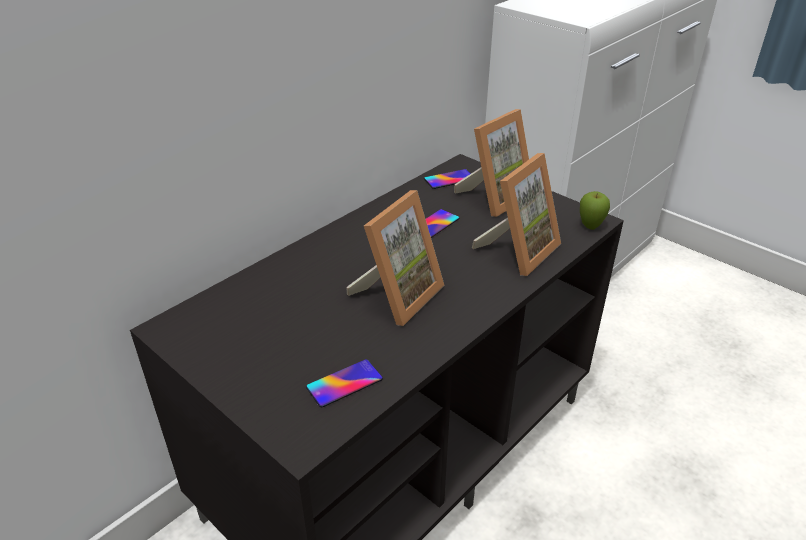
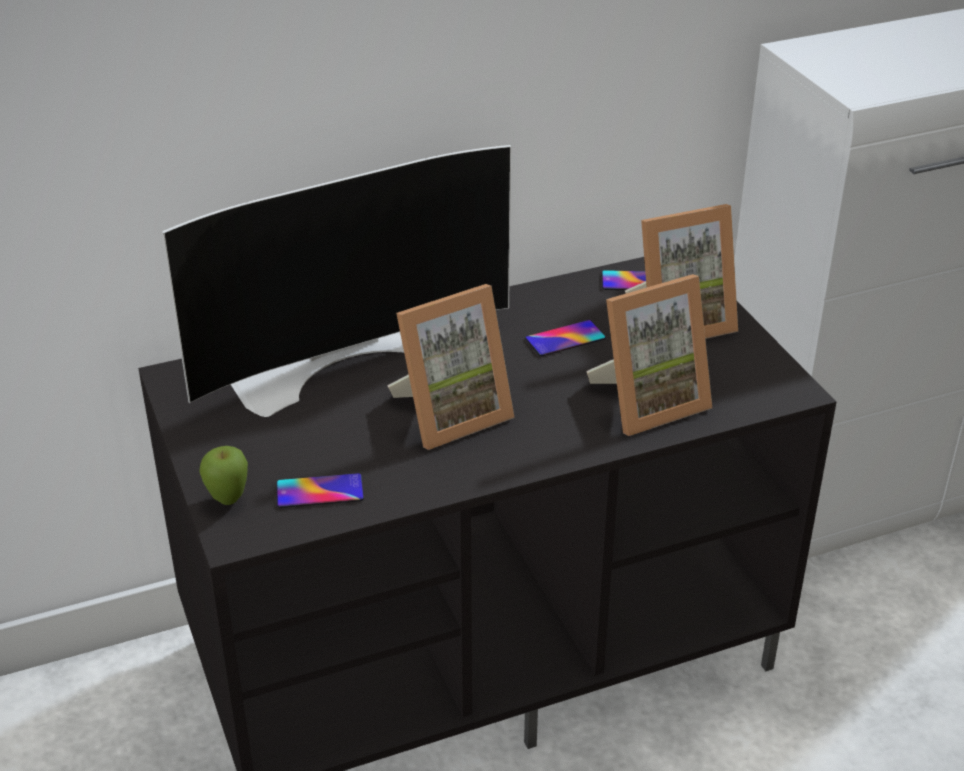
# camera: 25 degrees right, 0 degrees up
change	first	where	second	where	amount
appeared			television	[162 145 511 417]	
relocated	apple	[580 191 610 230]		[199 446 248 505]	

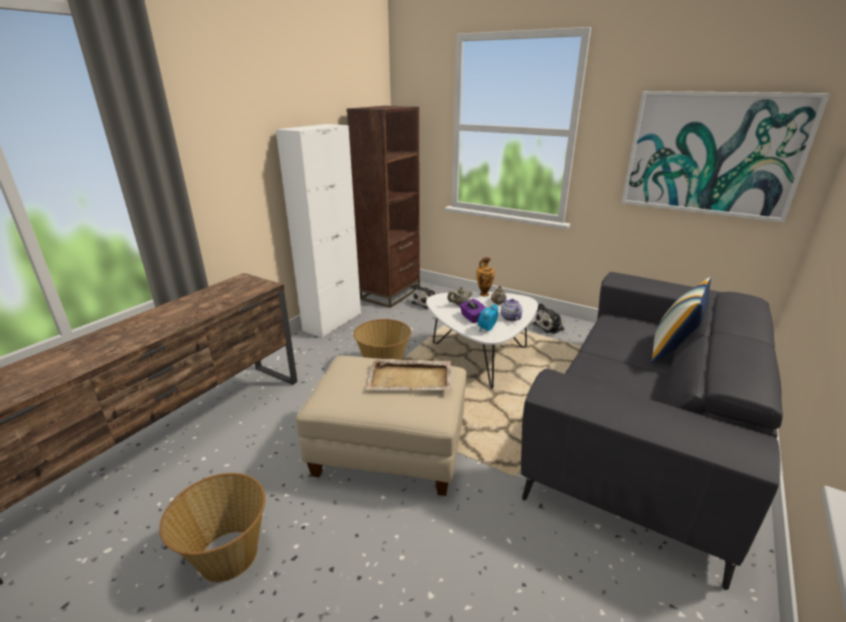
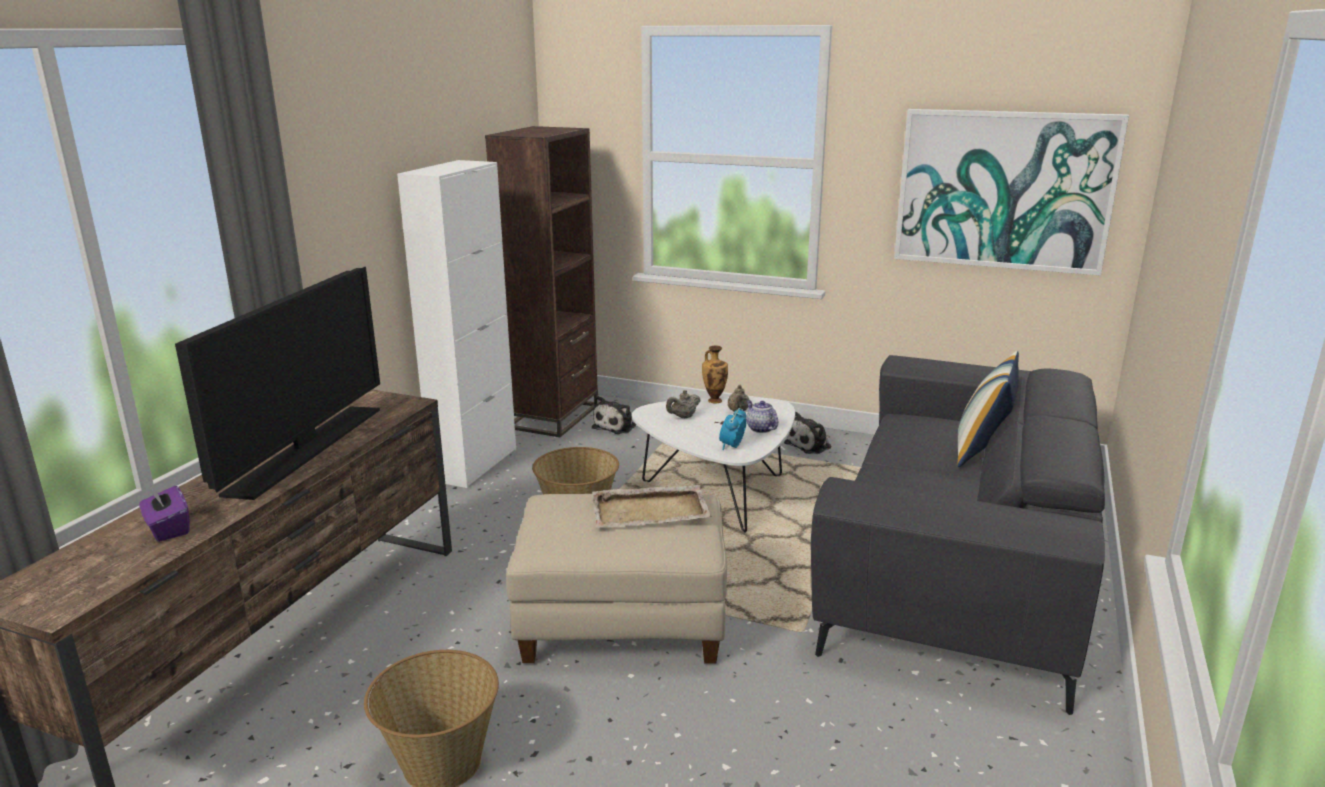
# camera: 10 degrees left, 5 degrees down
change	first	where	second	where	amount
relocated	purple tissue box	[460 299 486 323]		[139 485 190 542]	
appeared			television	[175 267 380 500]	

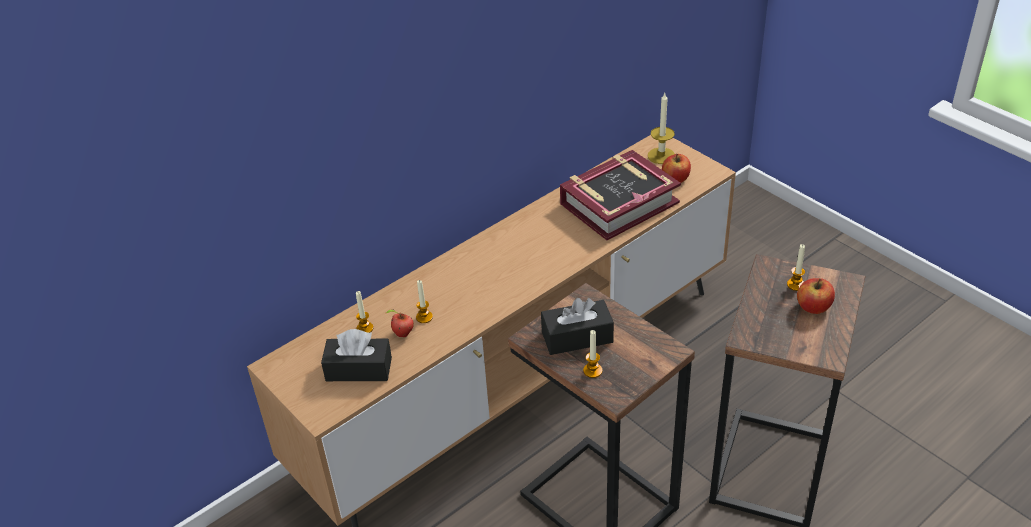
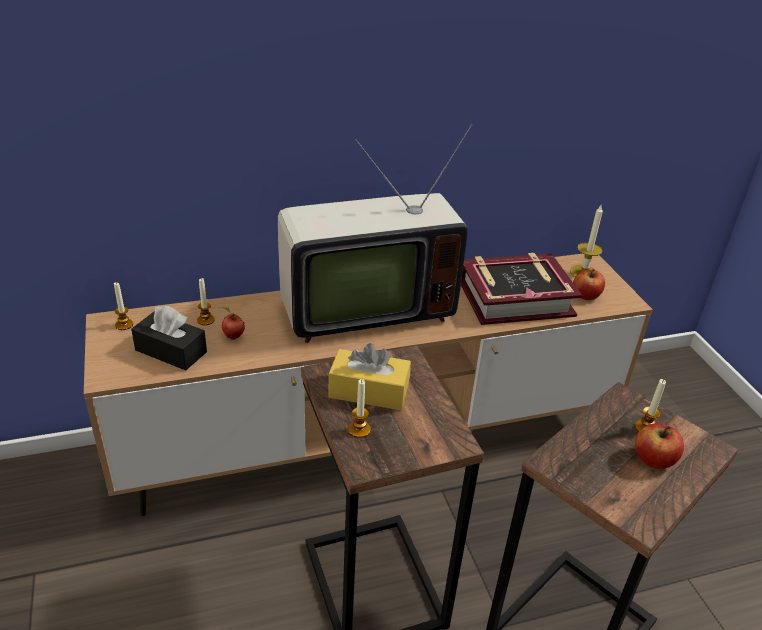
# camera: 20 degrees right, 5 degrees down
change	first	where	second	where	amount
relocated	candle	[416 280 433 323]		[114 282 133 330]	
appeared			television	[278 124 472 343]	
colour	black tissue box	[541 298 614 355]	yellow tissue box	[329 343 411 410]	

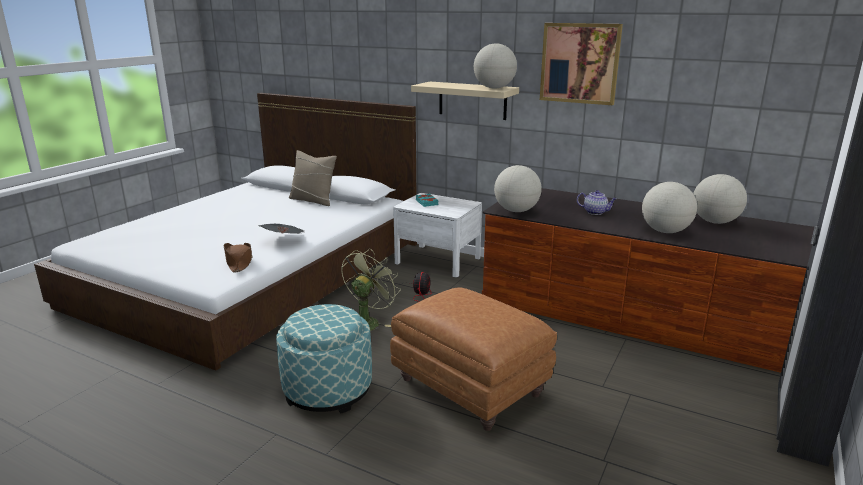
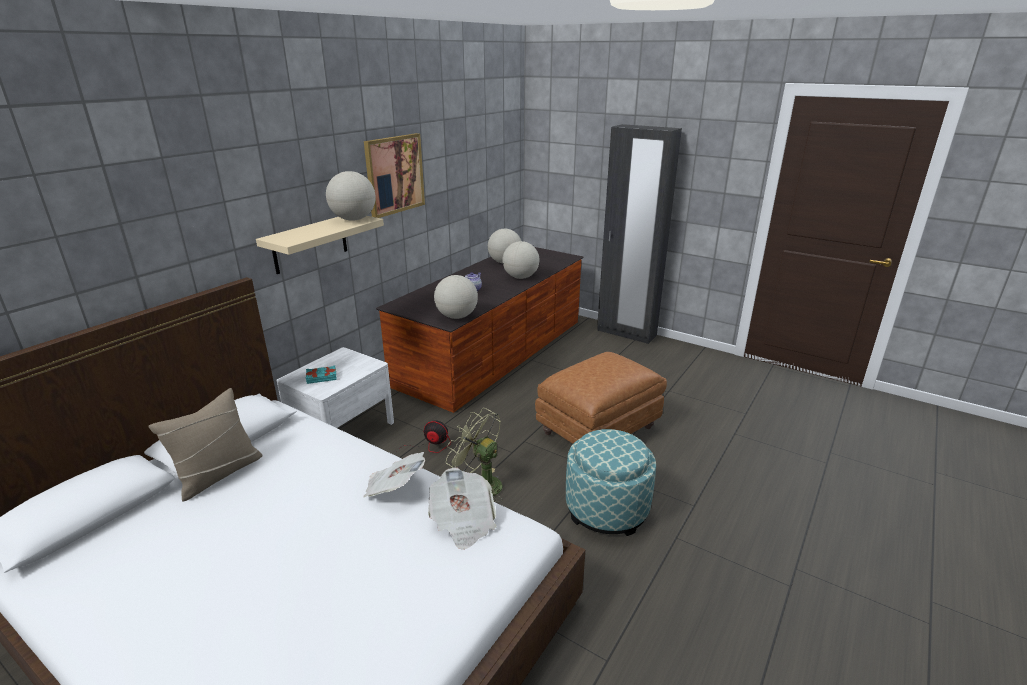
# camera: 85 degrees left, 5 degrees up
change	first	where	second	where	amount
exchanged	brown hat	[224 243 253 273]	newspaper	[428 467 496 550]	

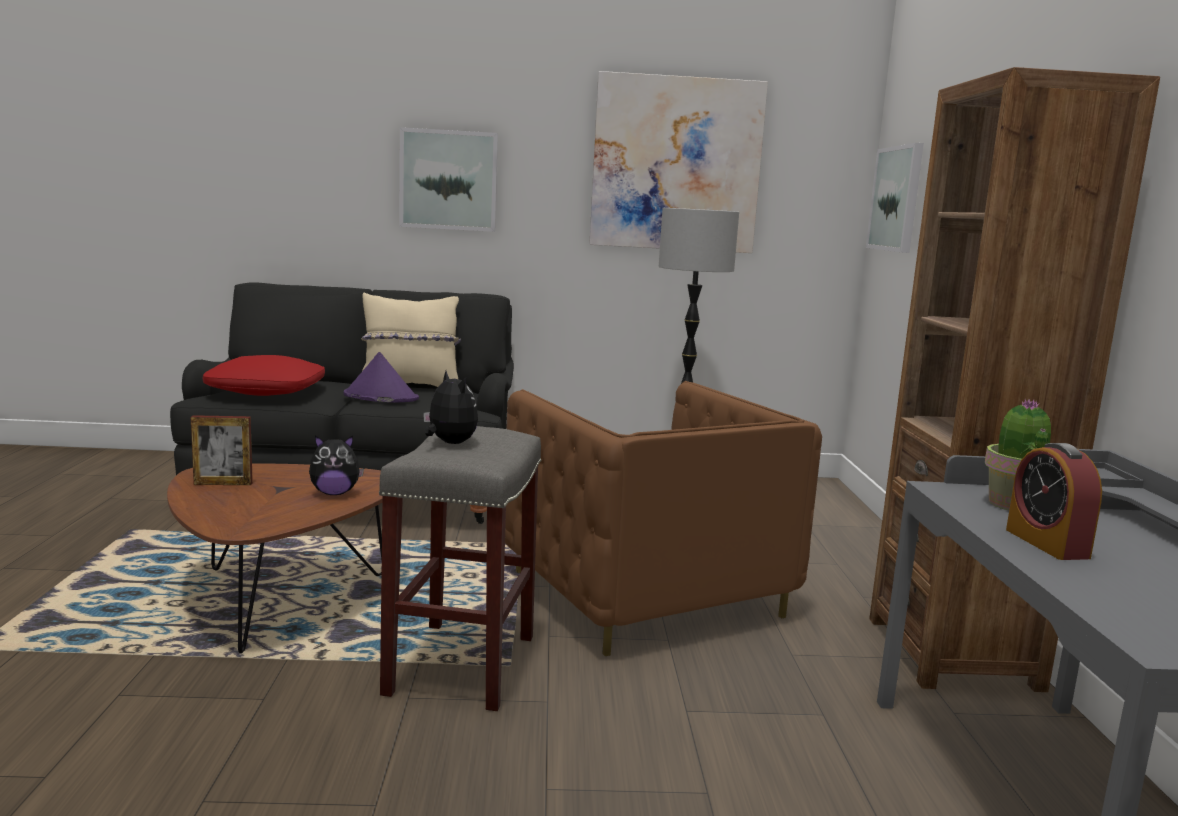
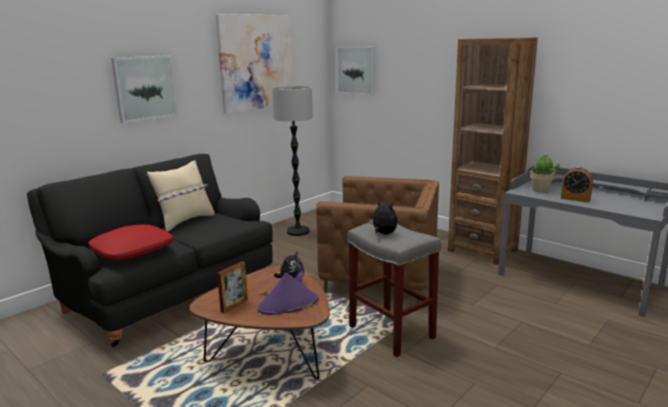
# camera: 45 degrees left, 5 degrees up
change	first	where	second	where	amount
relocated	purple hat	[344 352 419 403]		[258 272 319 315]	
spun	plush toy	[423 371 478 444]		[369 199 398 235]	45 degrees clockwise

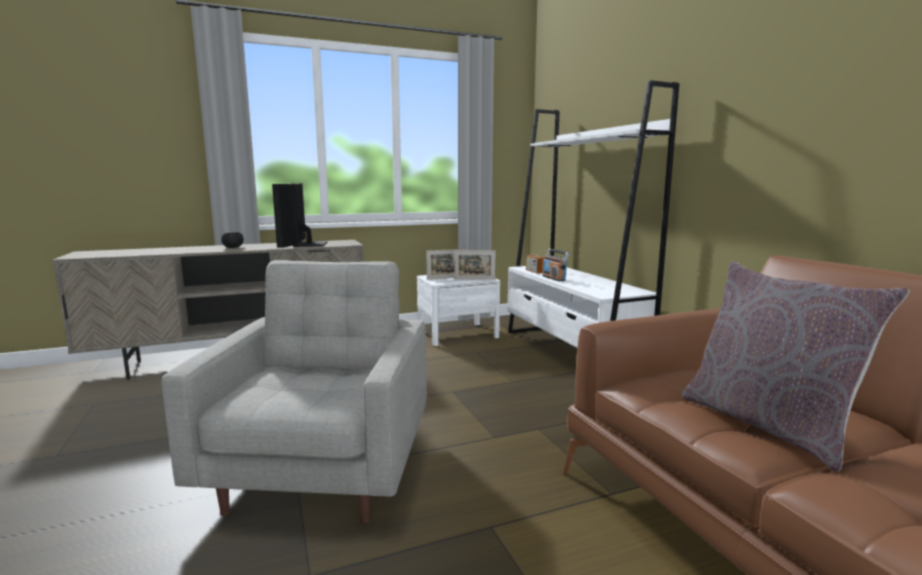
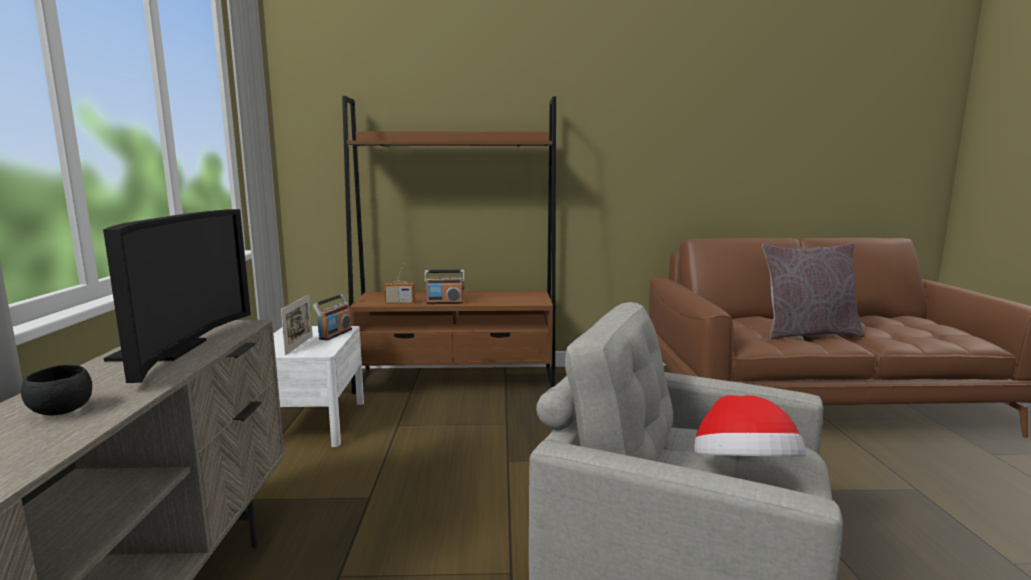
# camera: 70 degrees left, 0 degrees up
change	first	where	second	where	amount
spun	television	[272 183 327 248]		[103 209 251 383]	105 degrees counterclockwise
exchanged	picture frame	[454 251 496 280]	radio	[313 294 352 340]	
colour	white bookcase	[508 80 679 348]	brown bookcase	[342 96 556 394]	
appeared			hat	[694 395 806 456]	

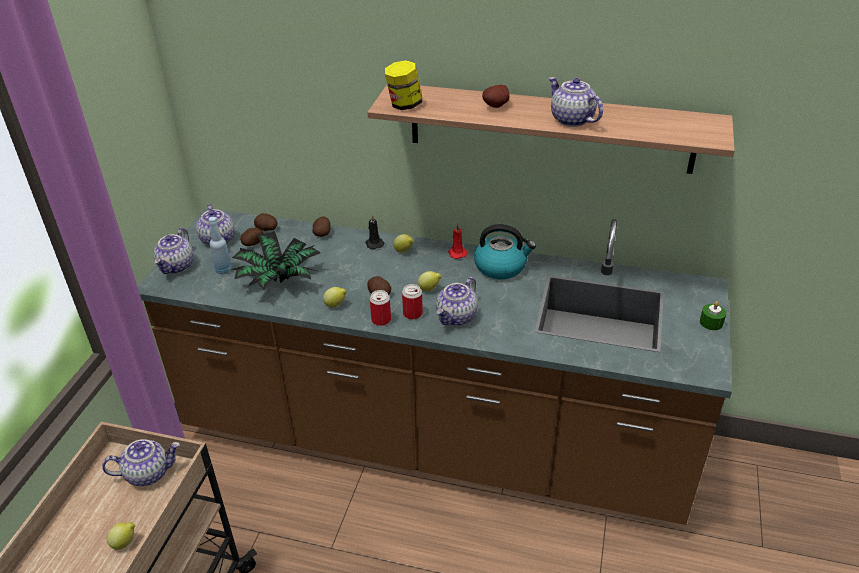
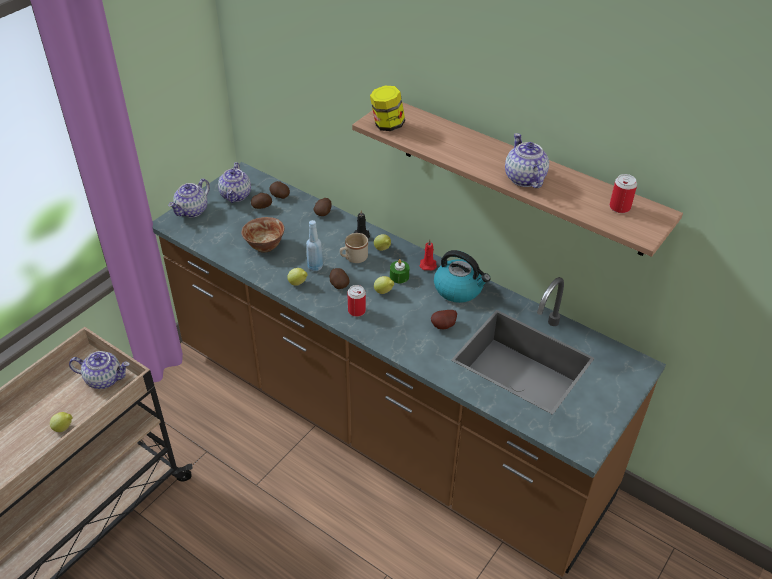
# camera: 20 degrees right, 5 degrees up
change	first	where	second	where	amount
exchanged	potted plant	[230 231 321 290]	bowl	[242 217 284 253]	
relocated	blue bottle	[208 217 232 274]		[306 220 323 271]	
appeared			beige mug	[340 233 368 263]	
relocated	green candle	[700 301 726 330]		[390 259 409 283]	
relocated	potato	[482 85 510 108]		[431 310 457 329]	
relocated	can	[370 290 391 326]		[609 174 637 213]	
missing	teapot	[436 277 478 326]			

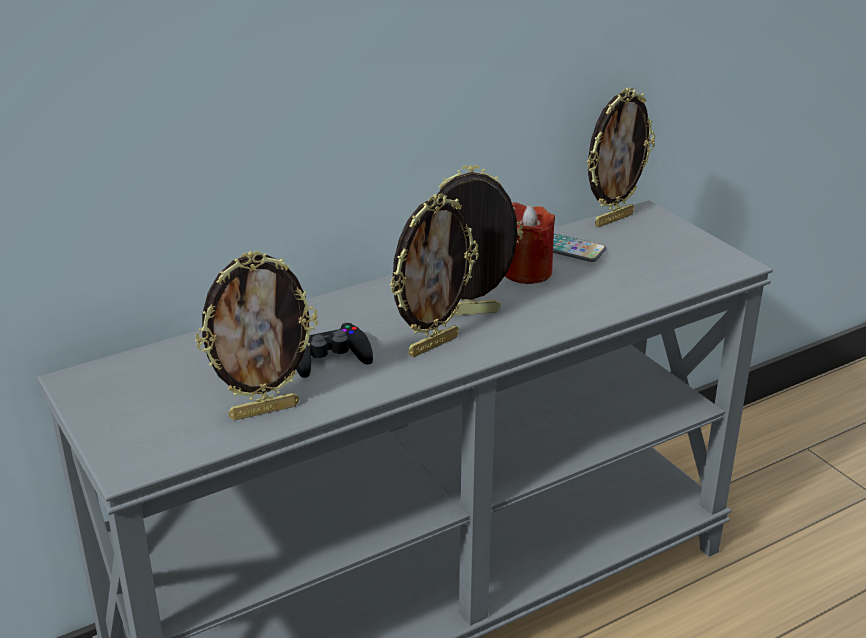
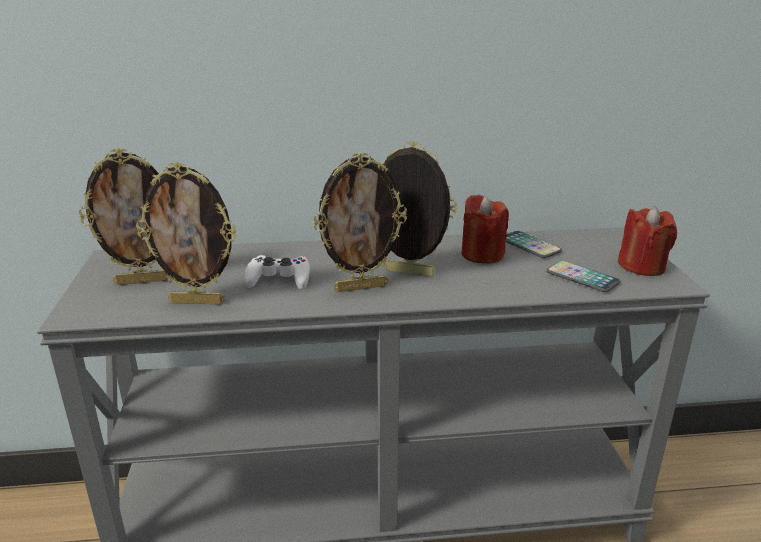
# camera: 25 degrees right, 5 degrees down
change	first	where	second	where	amount
relocated	picture frame	[587 88 655 227]		[79 148 168 285]	
colour	black game controller	[296 322 373 378]	white game controller	[245 255 310 289]	
appeared			phone	[547 261 620 292]	
appeared			red candle	[618 206 677 276]	

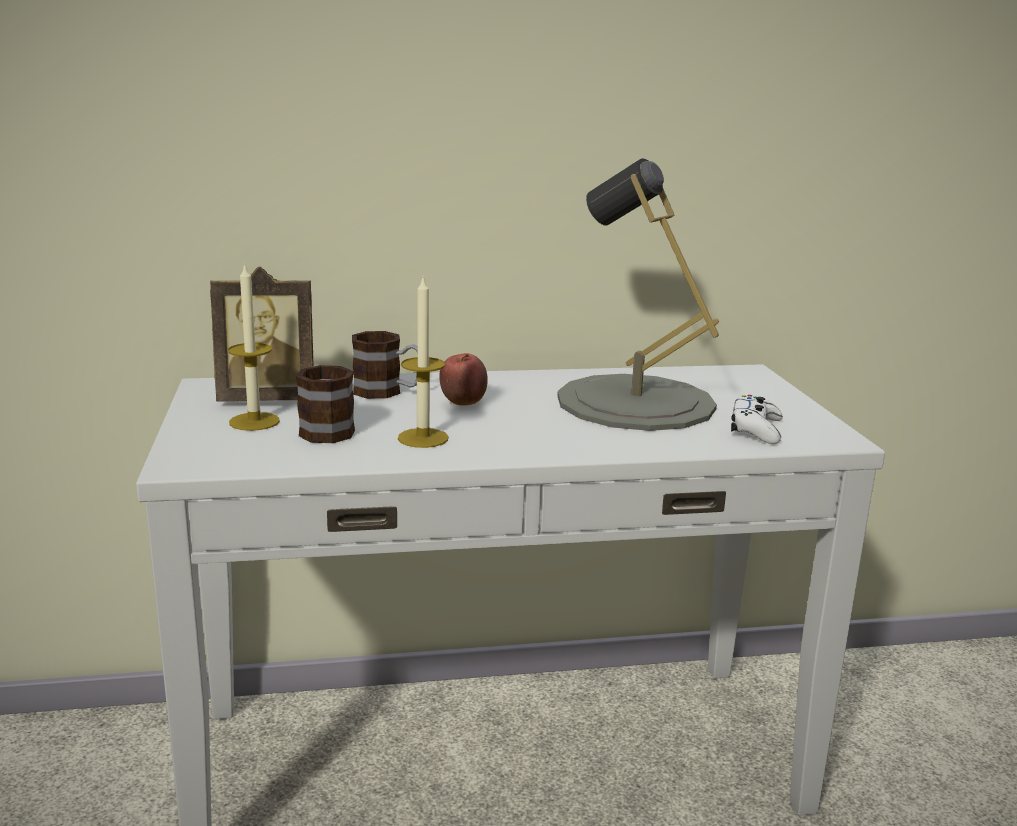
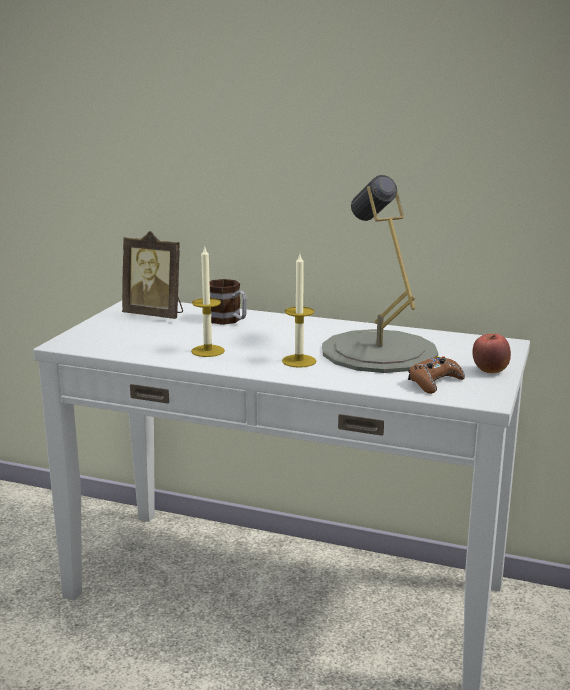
# camera: 30 degrees right, 0 degrees up
change	first	where	second	where	amount
relocated	candle	[228 263 280 431]		[282 254 316 368]	
colour	white game controller	[731 395 783 444]	brown game controller	[408 356 465 394]	
relocated	apple	[439 353 488 406]		[472 334 511 373]	
missing	mug	[296 365 355 443]			

